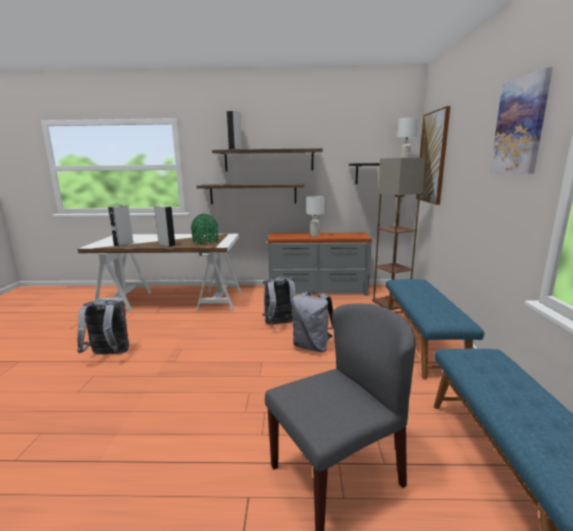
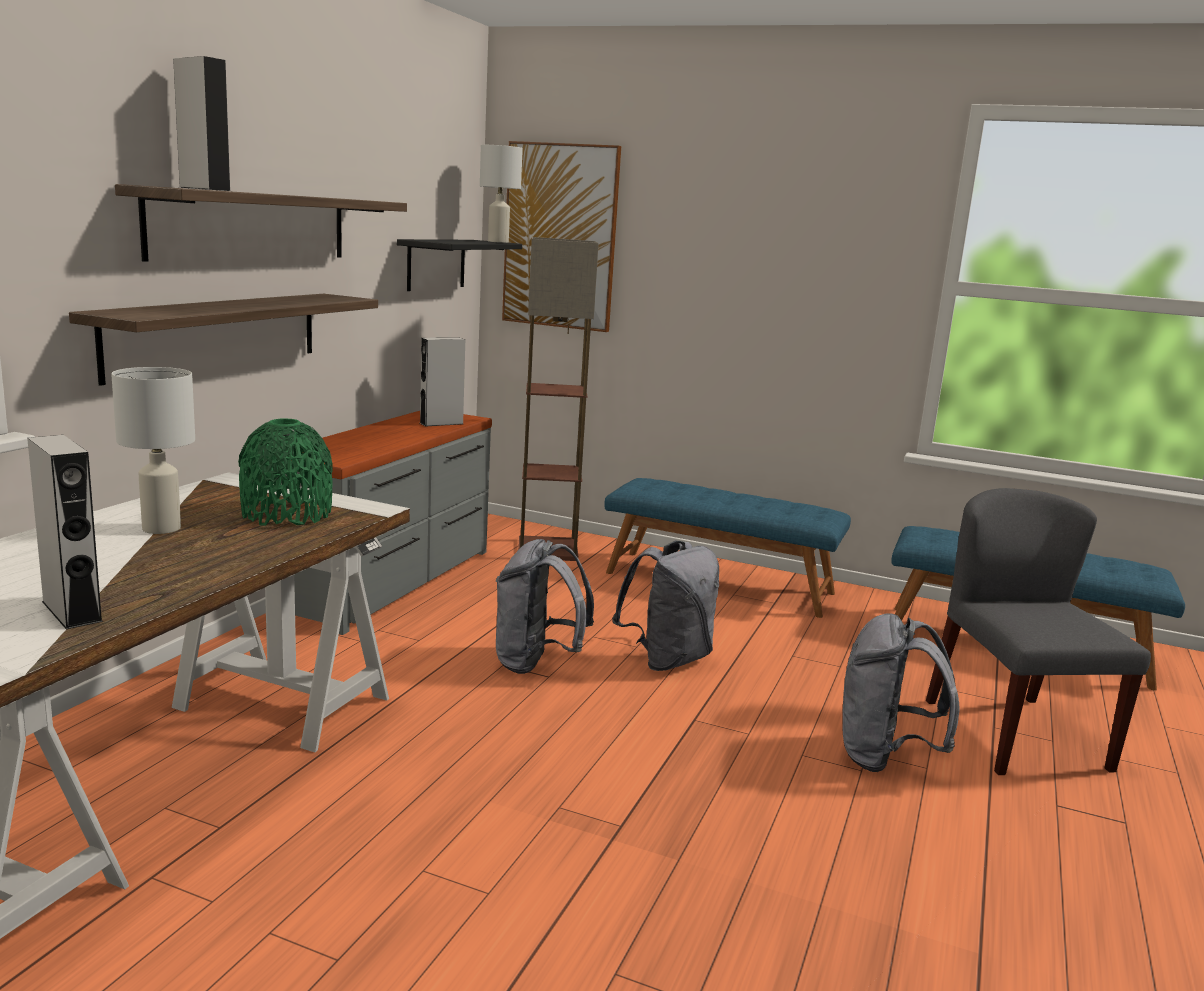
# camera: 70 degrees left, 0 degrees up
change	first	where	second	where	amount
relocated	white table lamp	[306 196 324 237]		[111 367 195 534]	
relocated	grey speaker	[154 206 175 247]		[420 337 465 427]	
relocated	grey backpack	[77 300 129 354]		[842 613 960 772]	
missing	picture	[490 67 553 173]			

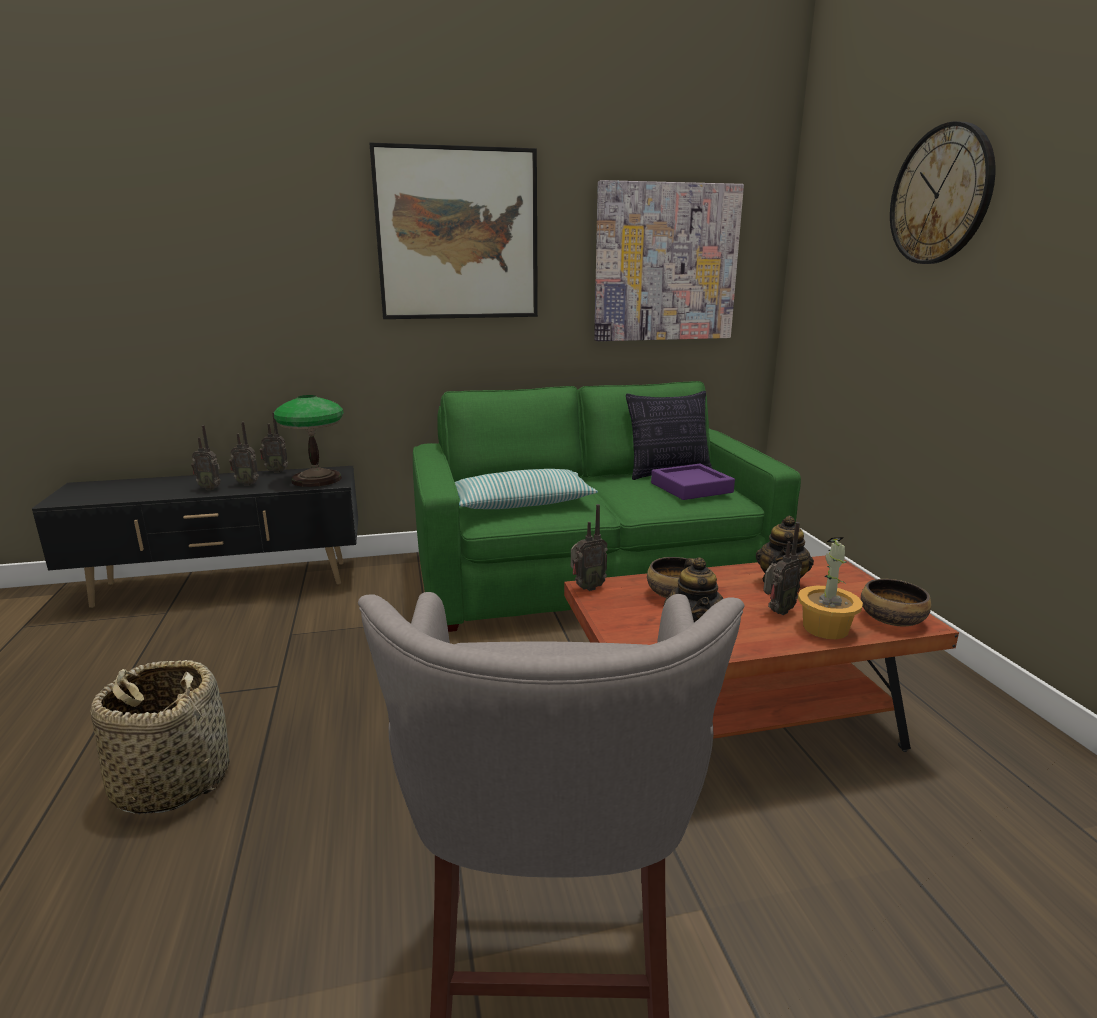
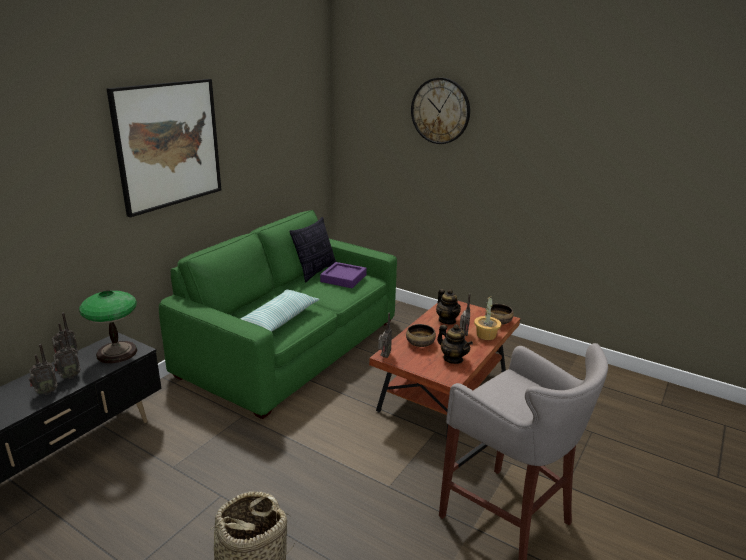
# camera: 45 degrees left, 5 degrees up
change	first	where	second	where	amount
missing	picture	[594 180 744 341]			

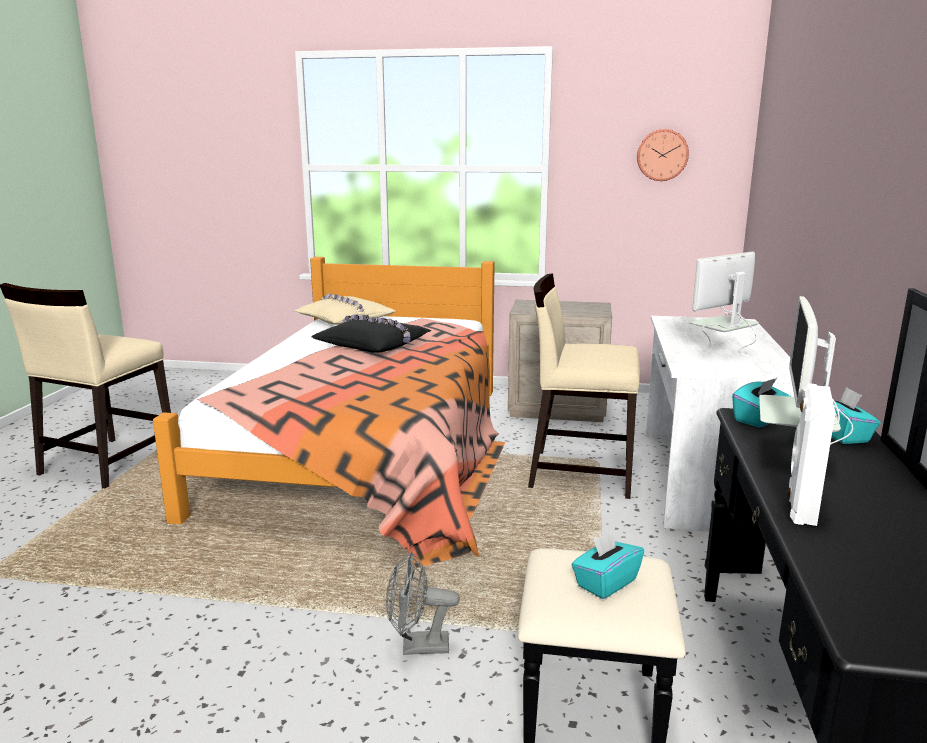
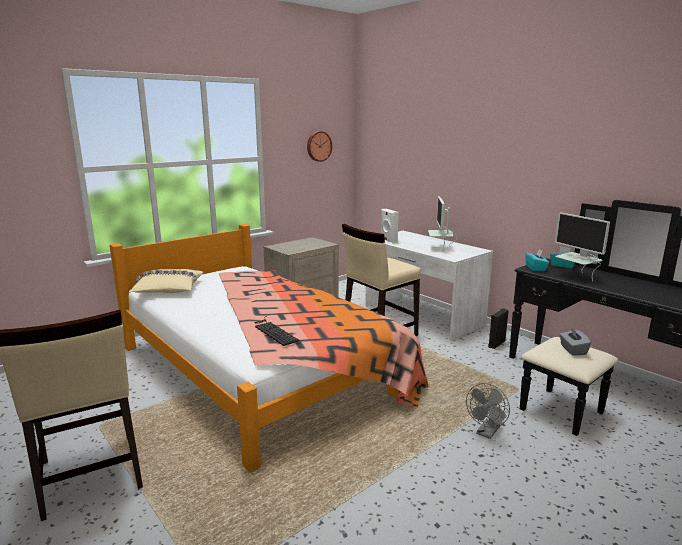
# camera: 50 degrees left, 0 degrees up
change	first	where	second	where	amount
appeared			keyboard	[254 316 300 346]	
relocated	white speaker	[787 383 835 526]		[381 209 399 243]	
colour	turquoise tissue box	[572 530 644 599]	grey tissue box	[559 328 591 355]	
missing	black pillow	[311 314 431 353]			

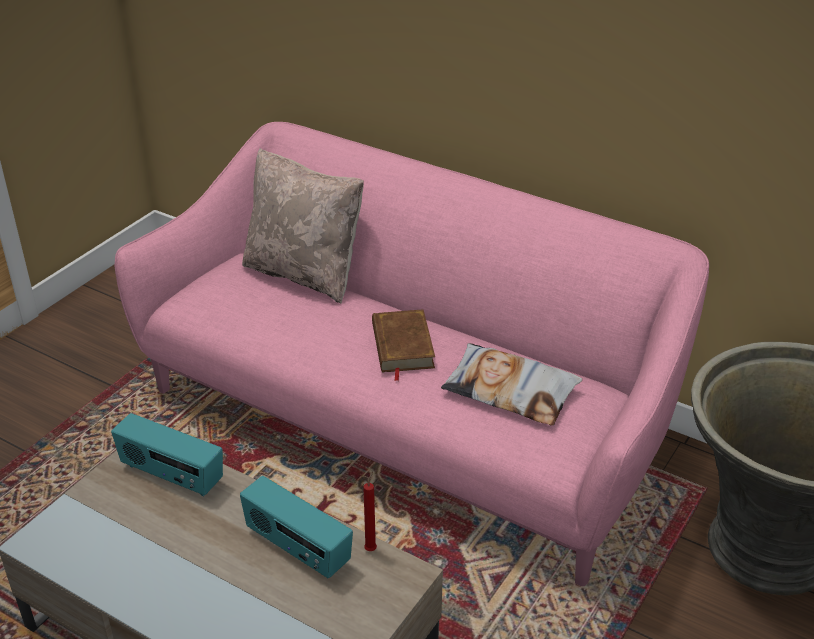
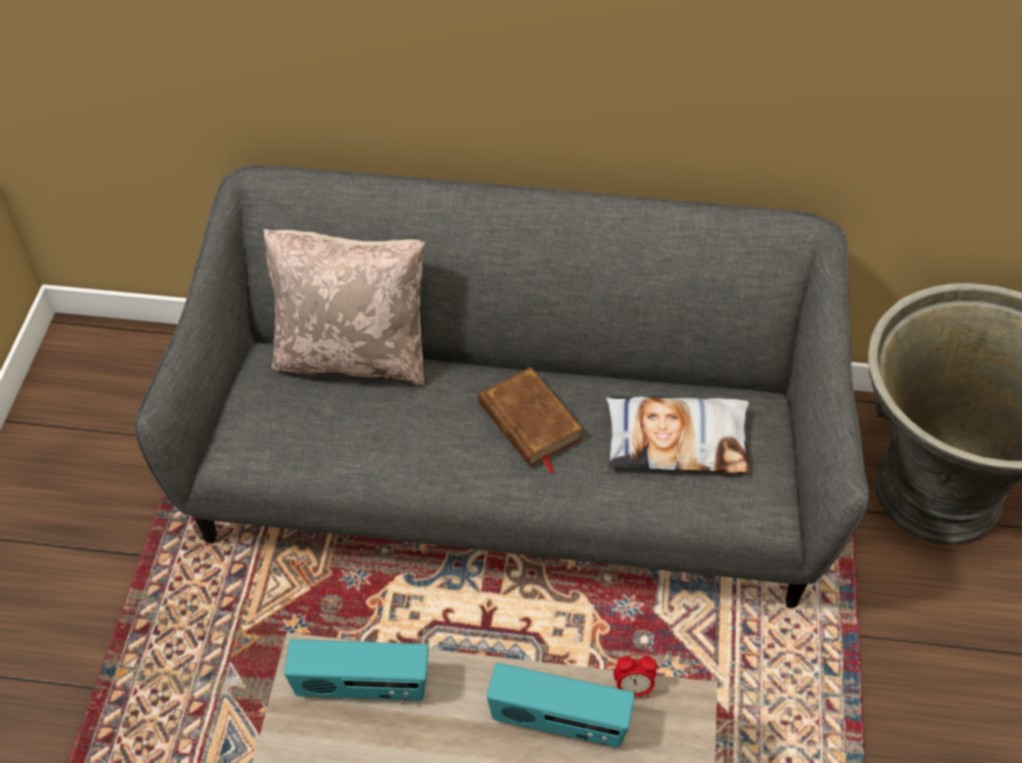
# camera: 25 degrees left, 15 degrees up
change	first	where	second	where	amount
colour	pink sofa	[114 122 709 586]	grey sofa	[134 165 870 608]	
exchanged	red candle	[363 471 377 551]	alarm clock	[614 654 657 697]	

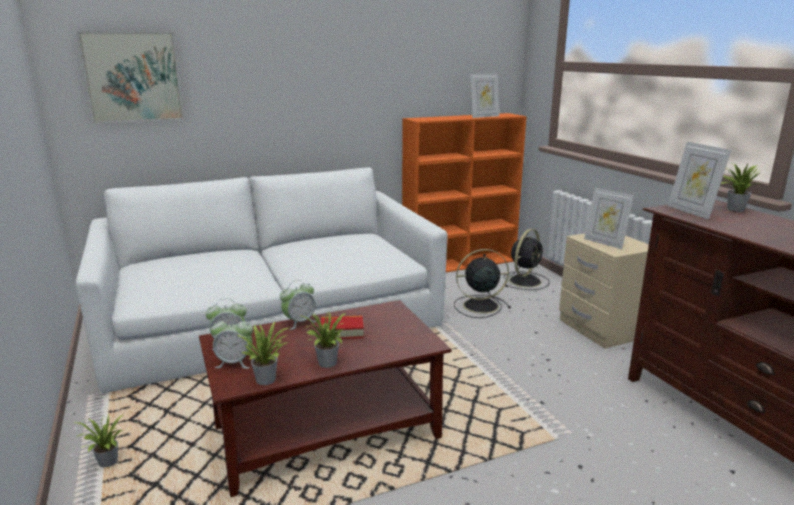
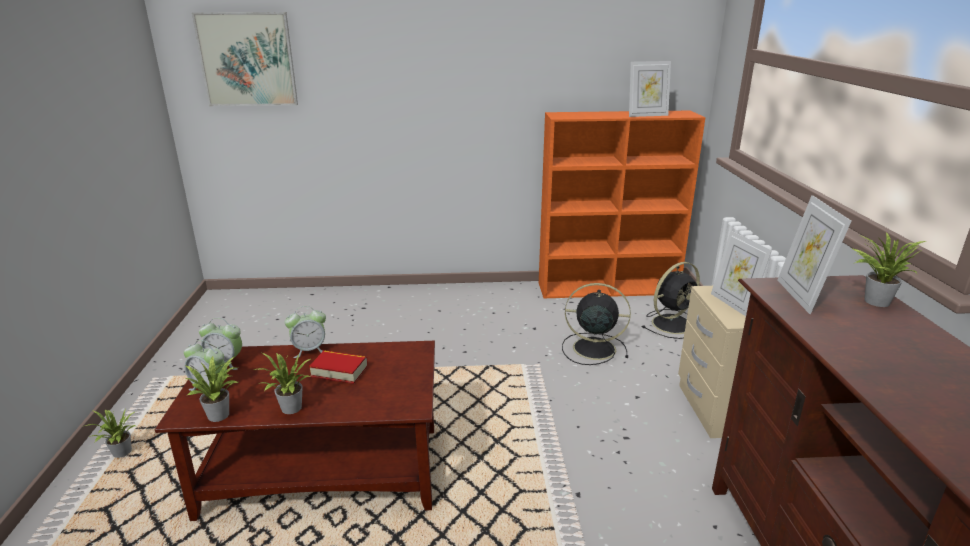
# camera: 20 degrees right, 5 degrees up
change	first	where	second	where	amount
missing	white sofa	[76 168 448 393]			

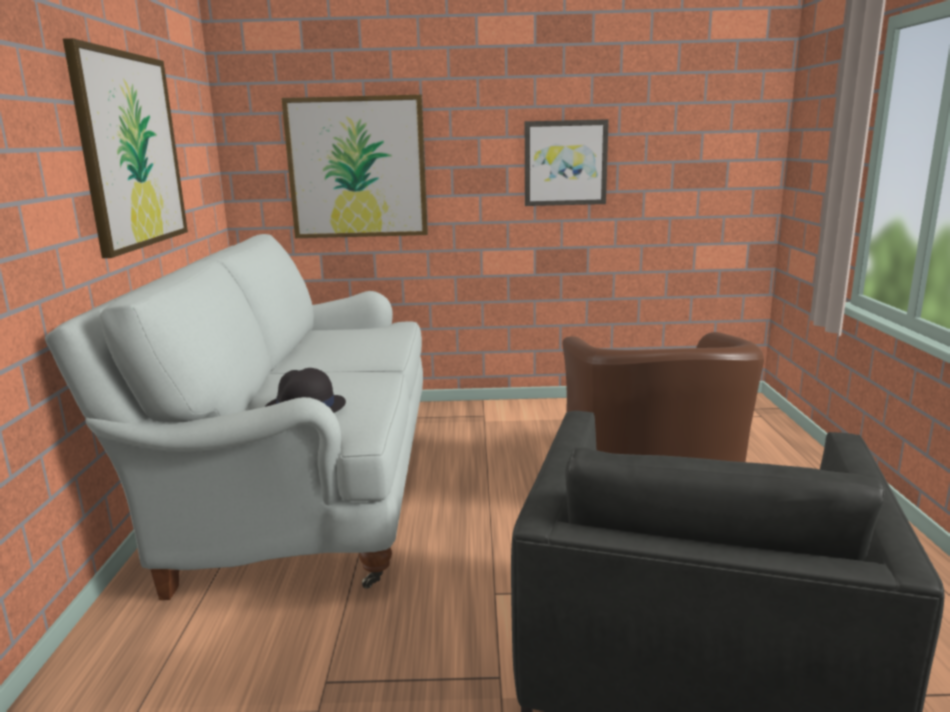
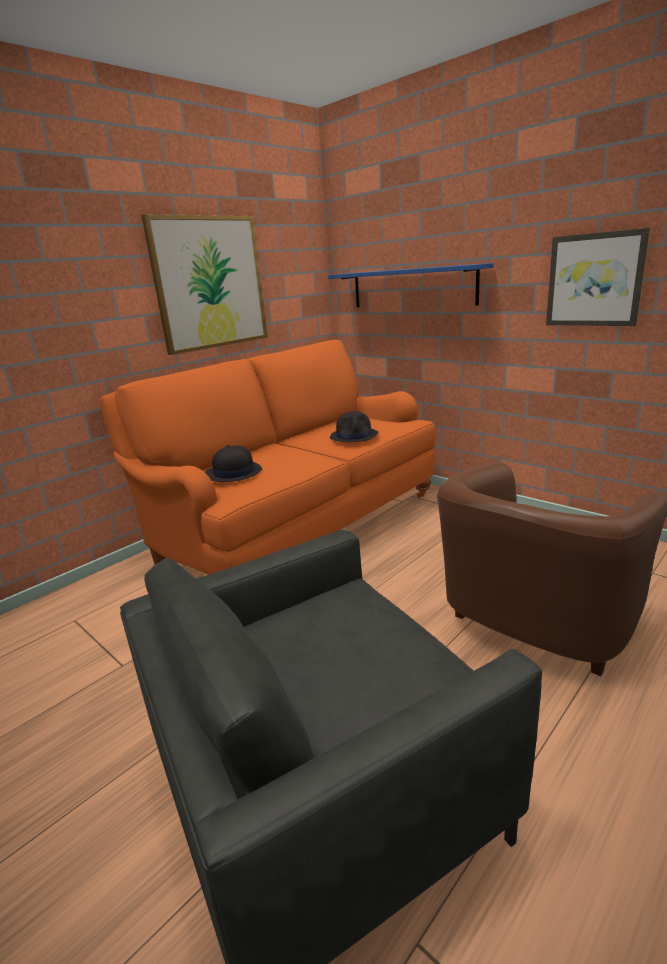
# camera: 45 degrees right, 5 degrees up
change	first	where	second	where	amount
colour	white sofa	[45 234 423 600]	orange sofa	[99 340 436 575]	
exchanged	picture	[281 94 428 238]	blue shelf	[328 263 494 307]	
appeared			black hat	[330 411 378 442]	

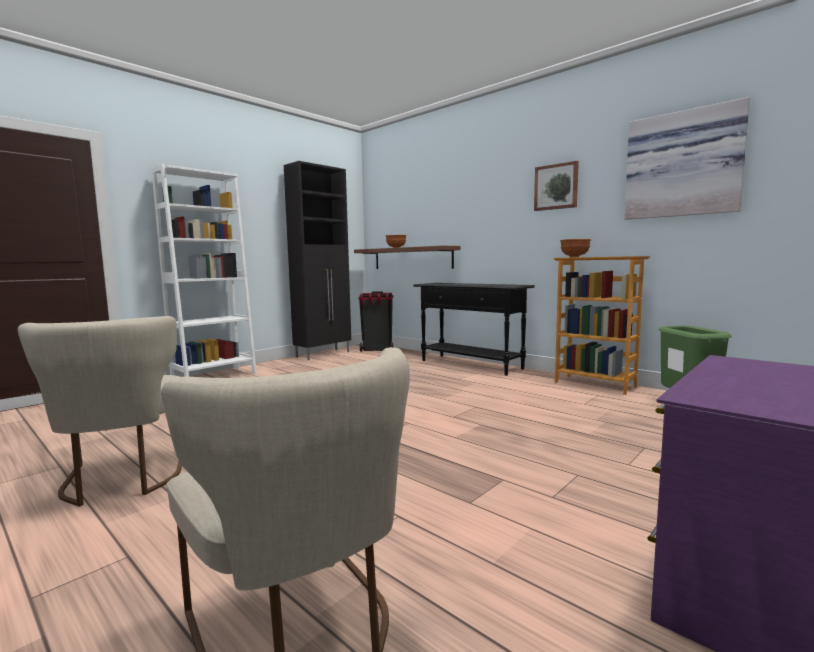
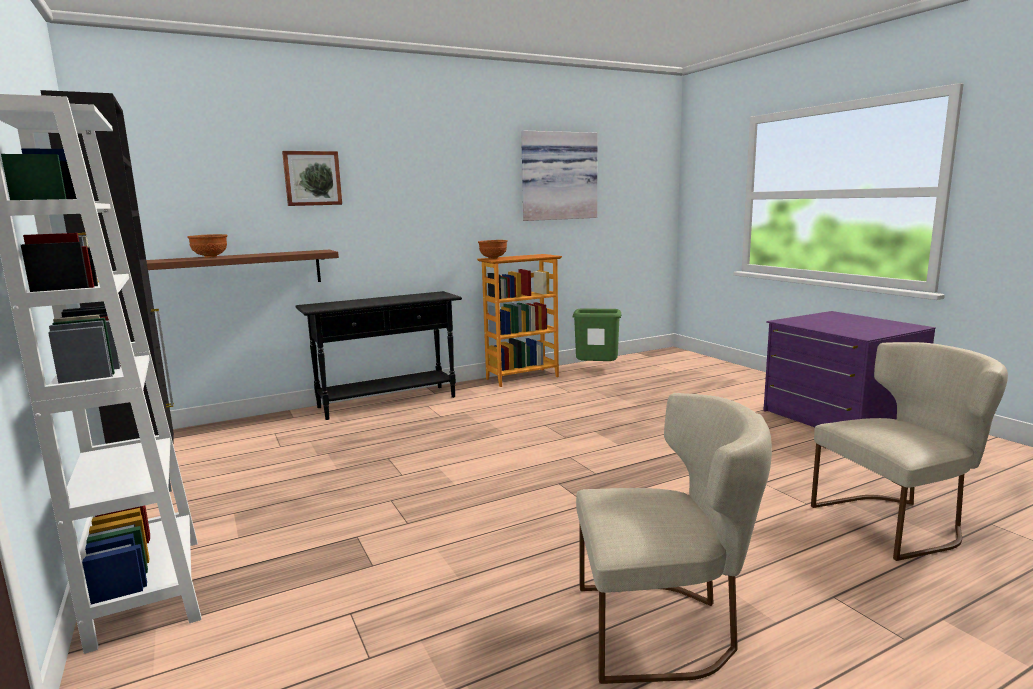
# camera: 70 degrees left, 5 degrees up
change	first	where	second	where	amount
relocated	picture	[534 161 579 211]		[282 151 342 206]	
missing	black trash can	[358 291 393 352]			

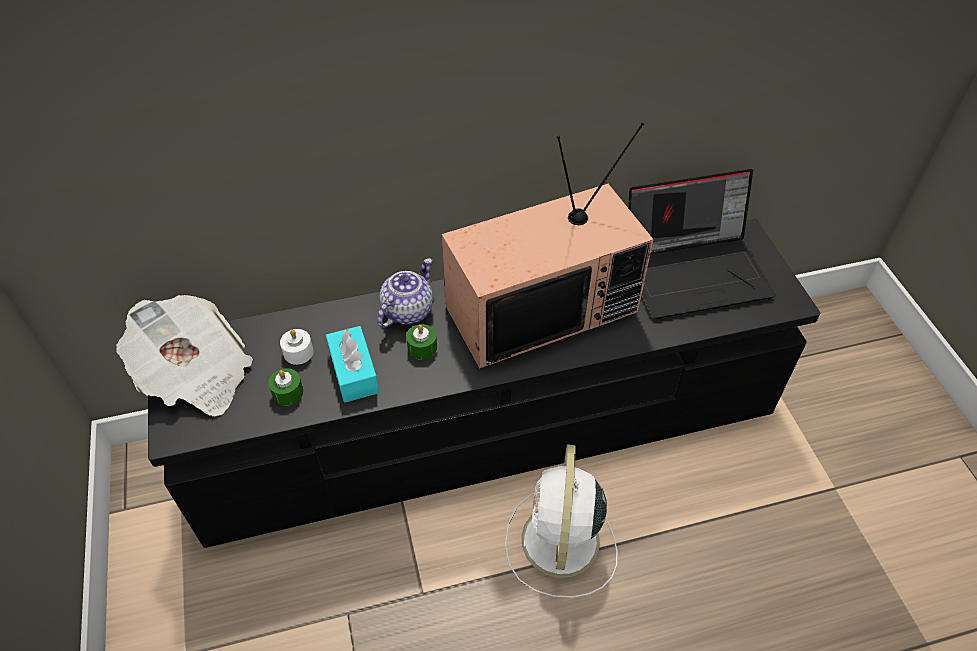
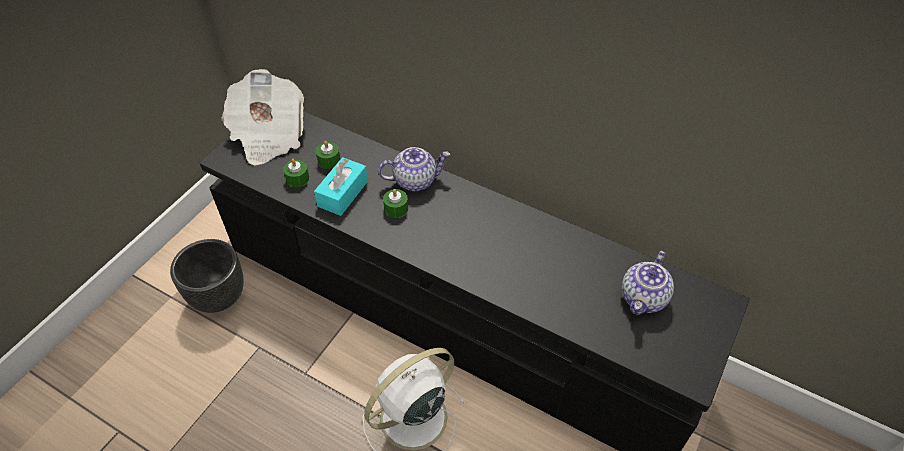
# camera: 45 degrees right, 0 degrees up
change	first	where	second	where	amount
appeared			black planter	[170 239 244 313]	
colour	white candle	[280 329 314 365]	green candle	[316 141 341 169]	
exchanged	laptop	[628 169 776 319]	teapot	[622 251 674 315]	
missing	television	[442 122 654 369]			

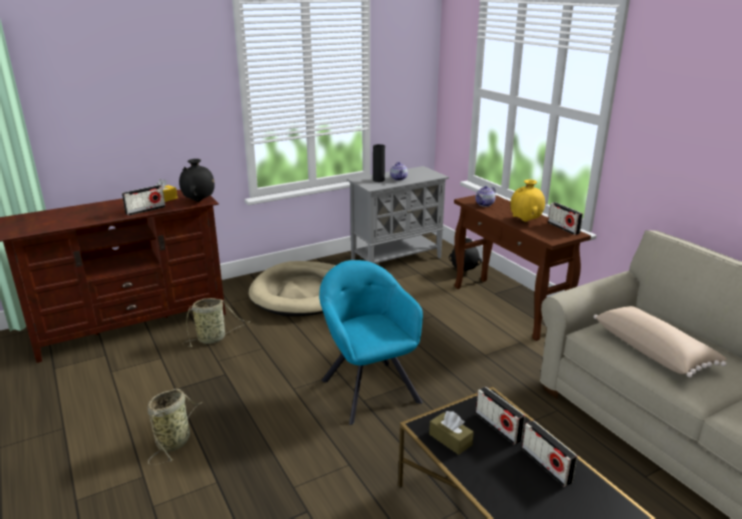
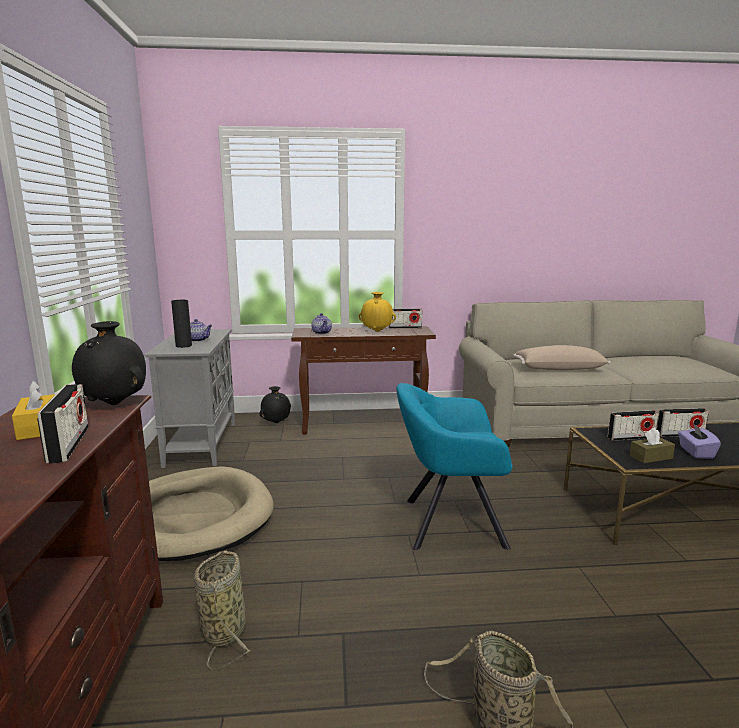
# camera: 65 degrees left, 10 degrees down
change	first	where	second	where	amount
appeared			purple tissue box	[678 423 721 459]	

